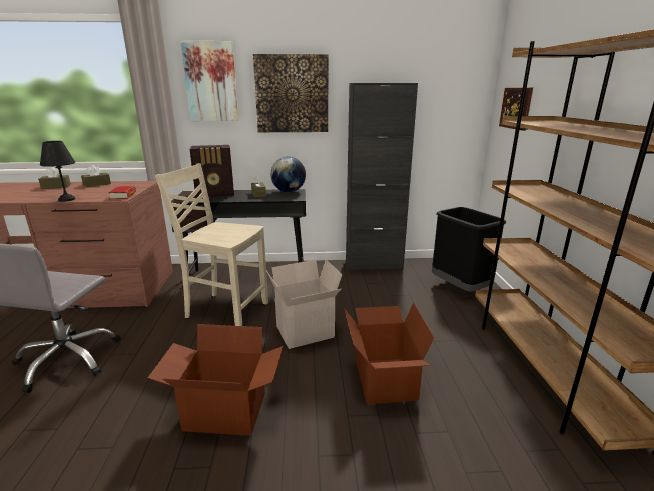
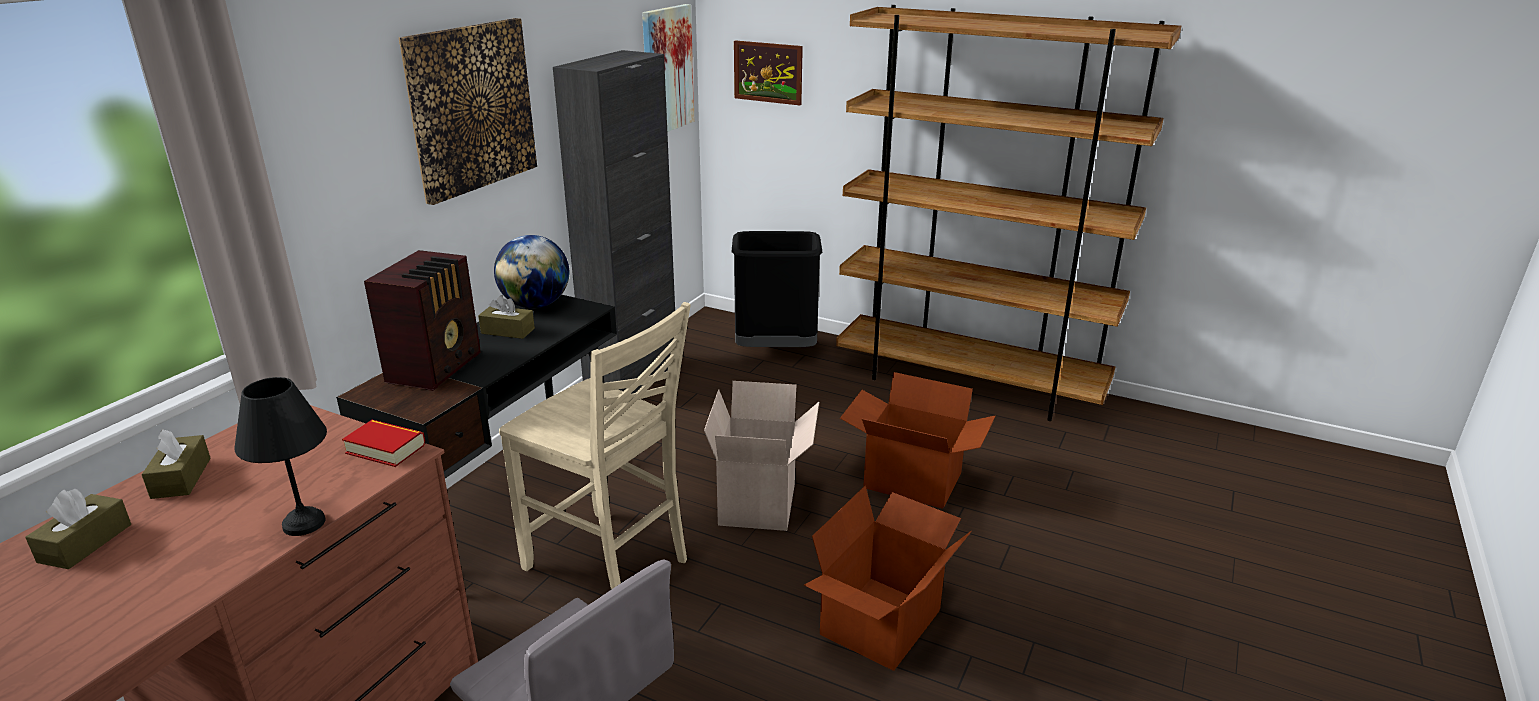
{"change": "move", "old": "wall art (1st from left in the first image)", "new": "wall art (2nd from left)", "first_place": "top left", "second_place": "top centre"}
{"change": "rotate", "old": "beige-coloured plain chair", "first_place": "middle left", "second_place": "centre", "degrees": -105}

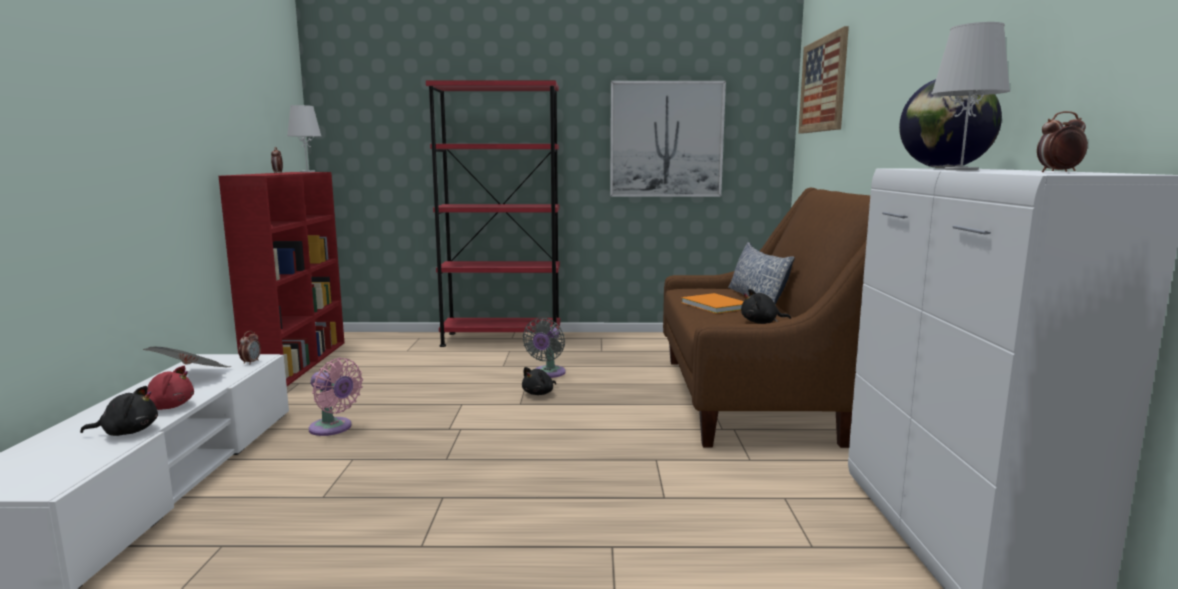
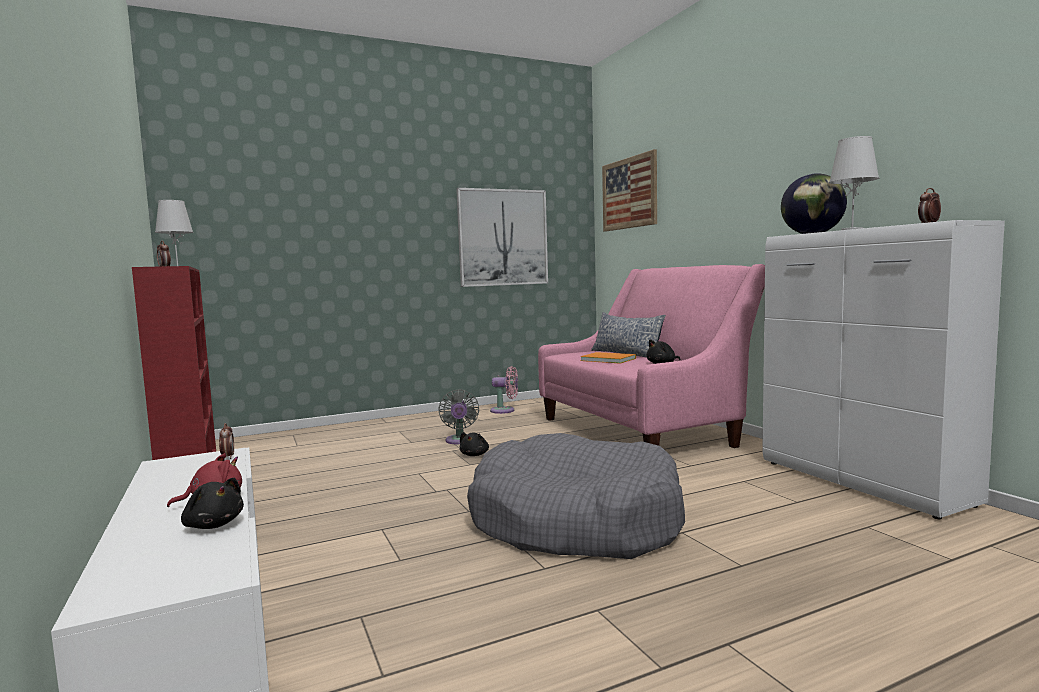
{"change": "delete", "old": "printed paper", "first_place": "middle left"}
{"change": "delete", "old": "reddish bookcase (2nd from left)", "first_place": "centre"}
{"change": "insert", "new": "greyish pet bed", "second_place": "bottom centre"}
{"change": "move", "old": "pinkish electric fan", "first_place": "bottom left", "second_place": "centre"}
{"change": "recolor", "old": "brown-coloured sofa", "new": "pinkish sofa", "first_place": "centre", "second_place": "centre"}
{"change": "rotate", "old": "black soft toy (1st from left)", "first_place": "bottom left", "second_place": "bottom left", "degrees": 75}

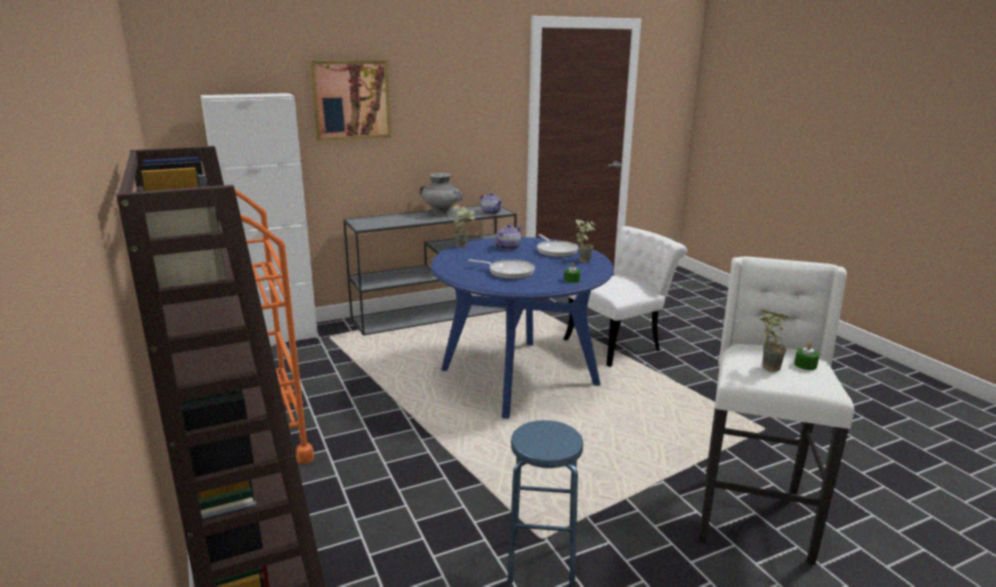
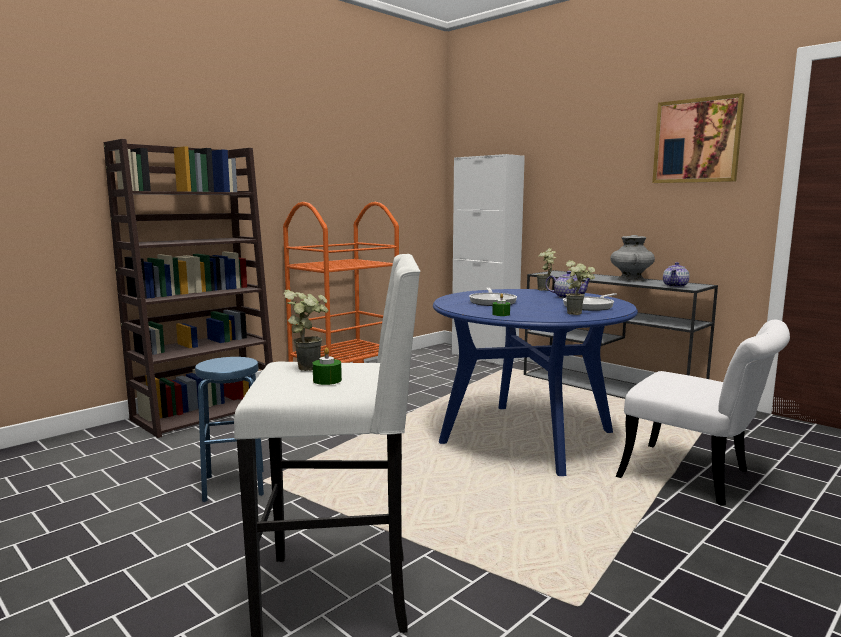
{"change": "move", "old": "wall art", "first_place": "top centre", "second_place": "top right"}

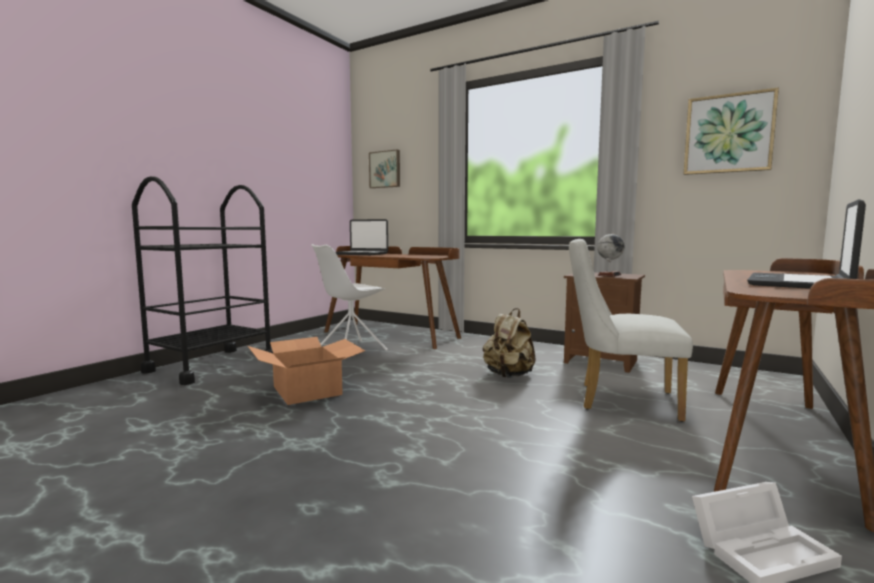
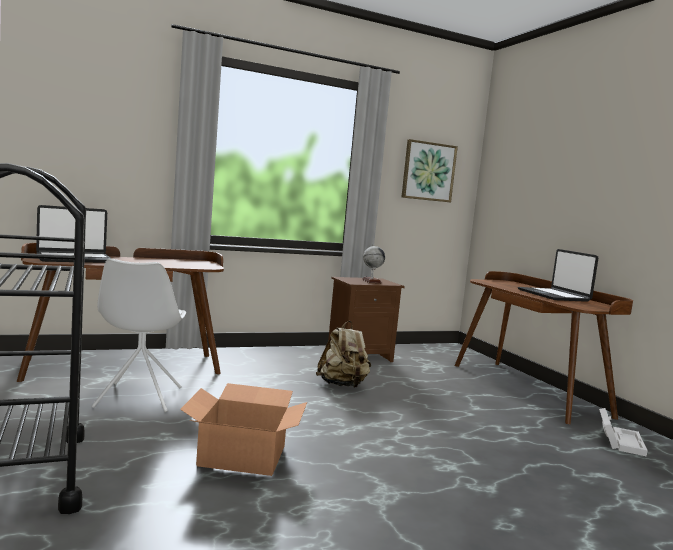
{"change": "delete", "old": "wall art (1st from left)", "first_place": "top centre"}
{"change": "delete", "old": "whitish plain chair (2nd from left)", "first_place": "middle right"}

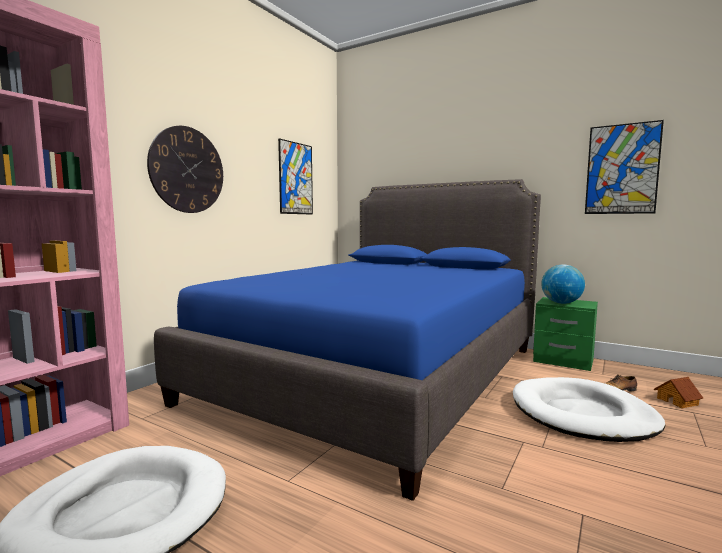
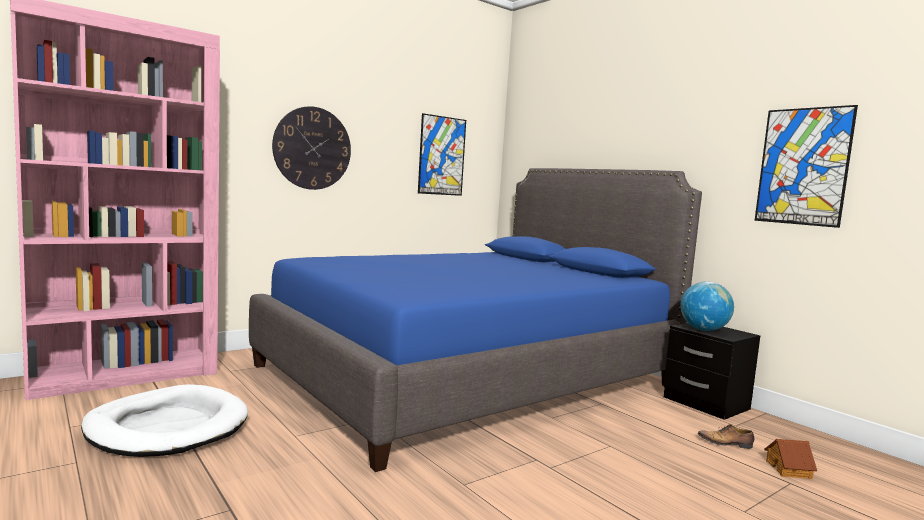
{"change": "delete", "old": "whitish pet bed (2nd from left)", "first_place": "bottom right"}
{"change": "recolor", "old": "greenish bedside table", "new": "black bedside table", "first_place": "middle right", "second_place": "bottom right"}

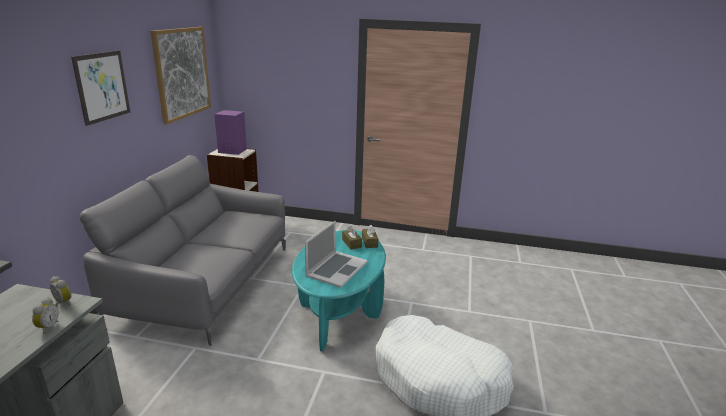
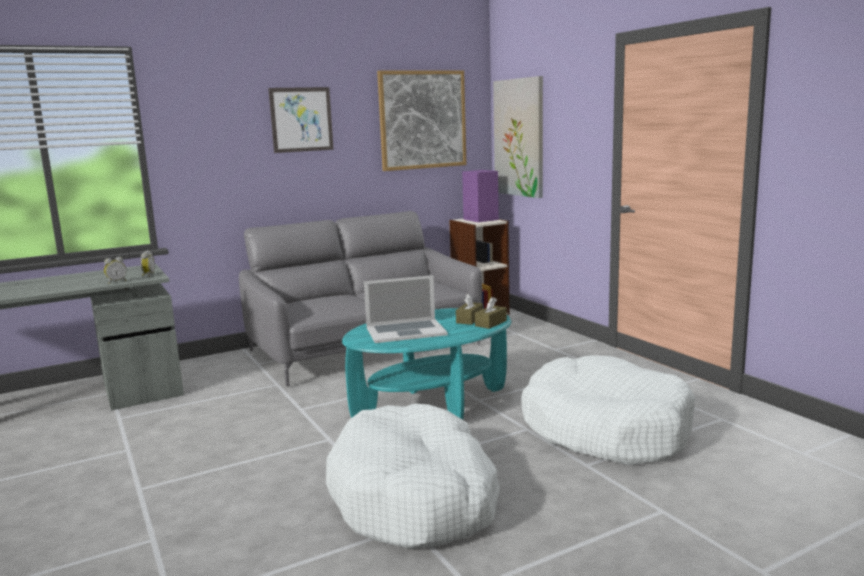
{"change": "insert", "new": "wall art (3rd from left)", "second_place": "top centre"}
{"change": "insert", "new": "whitish pet bed (2nd from left)", "second_place": "bottom right"}

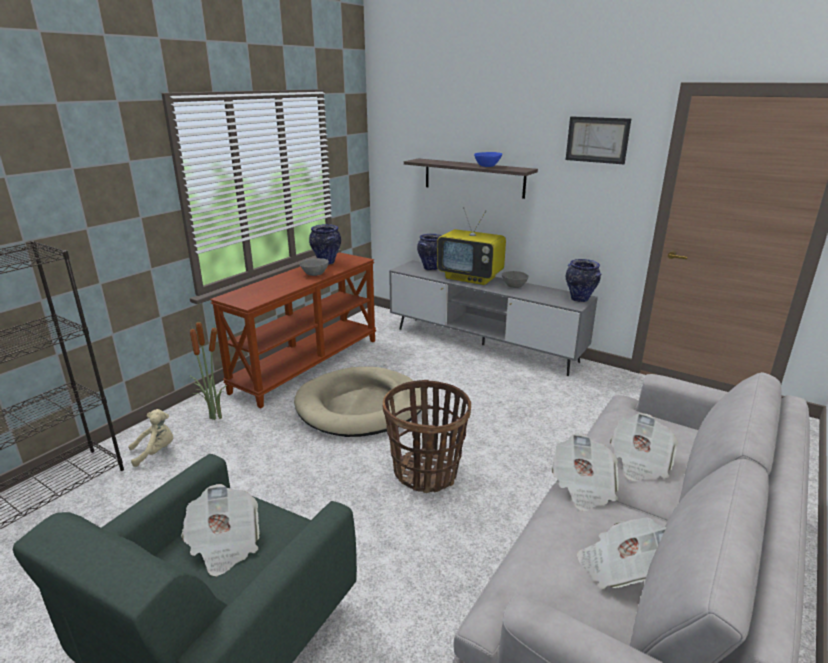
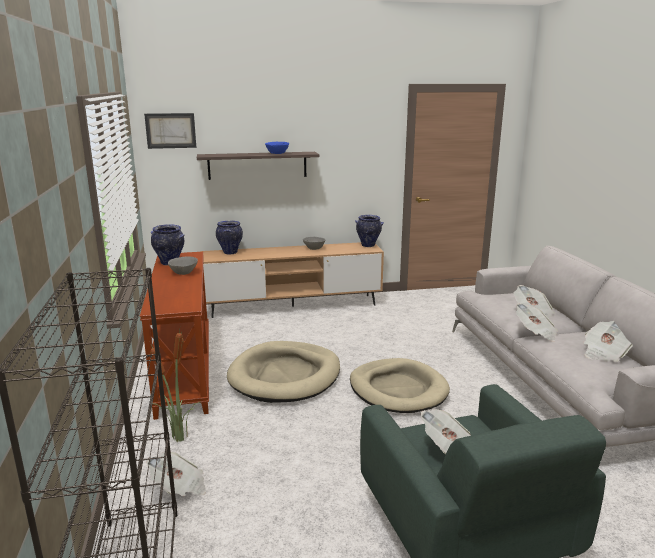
{"change": "delete", "old": "TV", "first_place": "centre"}
{"change": "move", "old": "wall art", "first_place": "top right", "second_place": "top left"}
{"change": "replace", "old": "beige-coloured soft toy", "new": "printed paper (1st from left)", "first_place": "middle left", "second_place": "bottom left"}
{"change": "replace", "old": "storage basket", "new": "beige-coloured pet bed (2nd from left)", "first_place": "centre", "second_place": "bottom centre"}
{"change": "recolor", "old": "greyish tv unit", "new": "brown-coloured tv unit", "first_place": "centre", "second_place": "centre"}

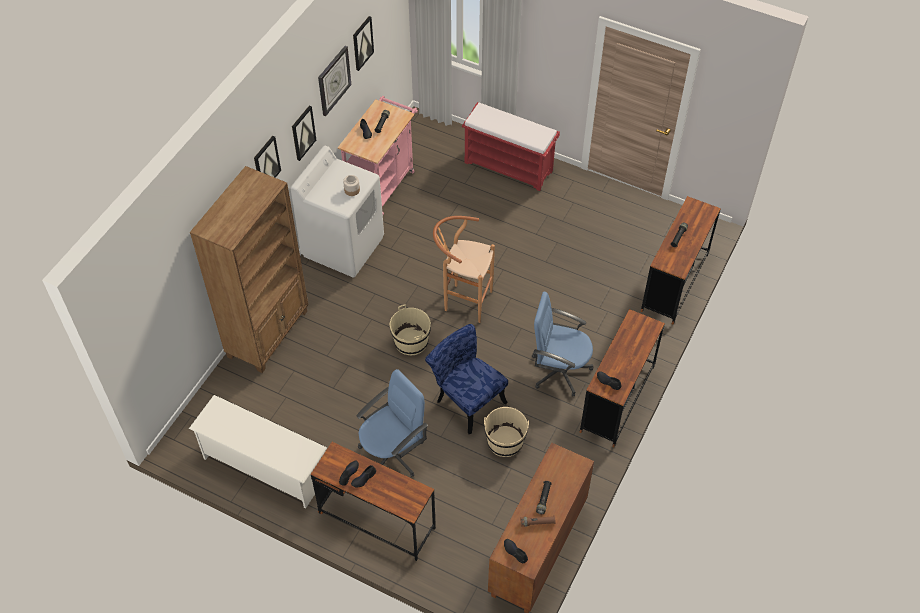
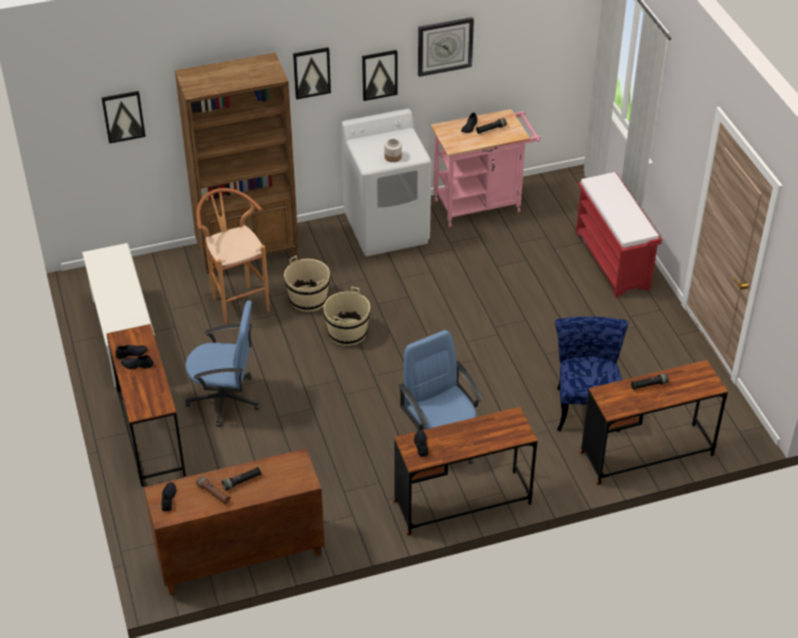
{"change": "move", "old": "wall art (3rd from left in the first image)", "new": "wall art (1st from left)", "first_place": "top centre", "second_place": "top left"}
{"change": "move", "old": "blue-coloured plain chair", "first_place": "centre", "second_place": "middle right"}
{"change": "move", "old": "brown-coloured stool seat", "first_place": "centre", "second_place": "middle left"}
{"change": "move", "old": "beige-coloured water bucket (2nd from left in the first image)", "new": "beige-coloured water bucket (1st from left)", "first_place": "bottom centre", "second_place": "centre"}

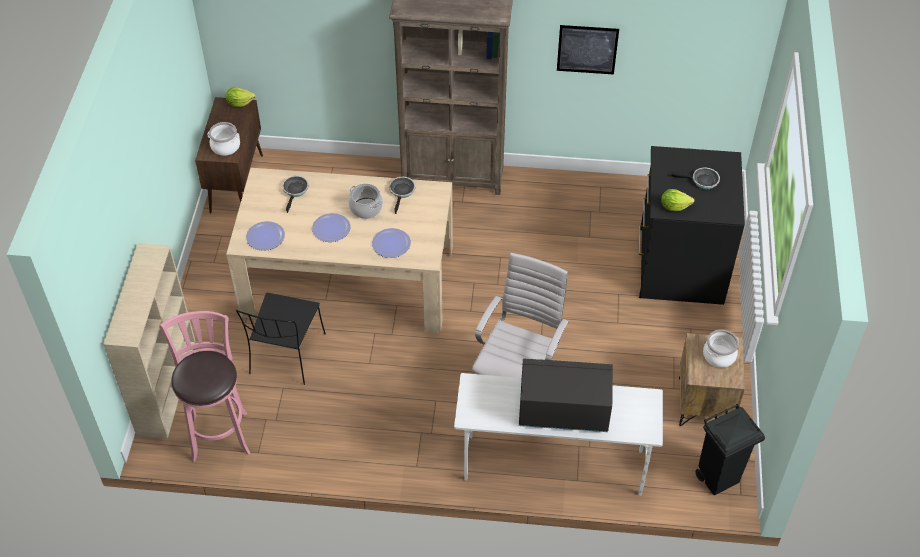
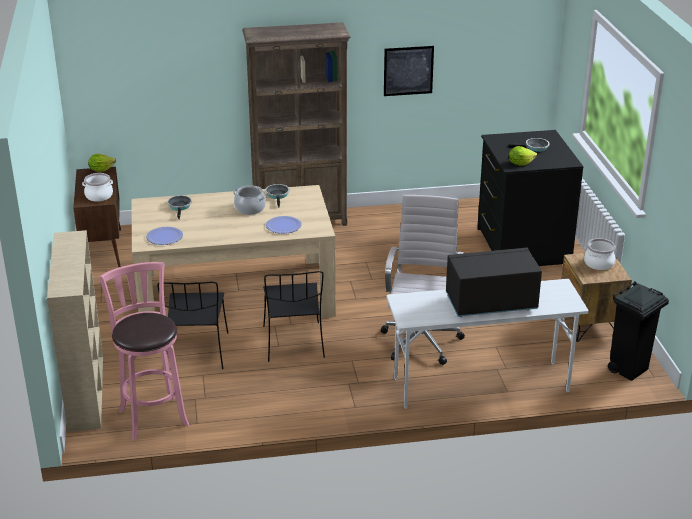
{"change": "delete", "old": "dinner plate (2nd from left)", "first_place": "centre"}
{"change": "insert", "new": "black plain chair (2nd from left)", "second_place": "centre"}

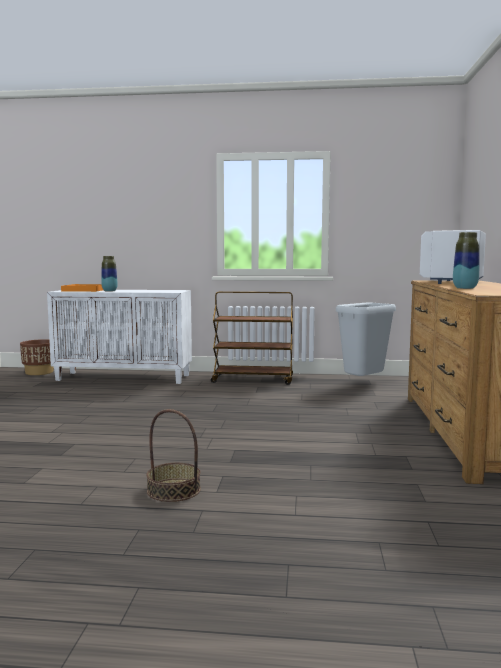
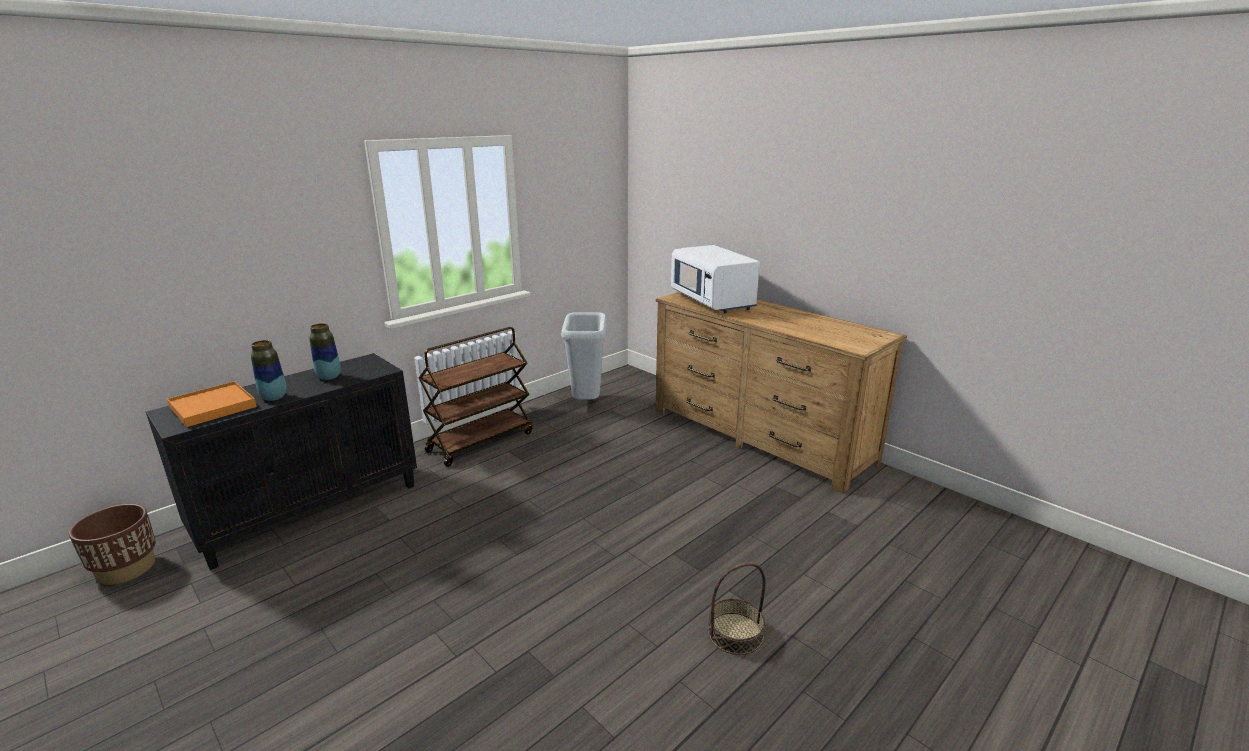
{"change": "move", "old": "vase (2nd from left)", "first_place": "middle right", "second_place": "middle left"}
{"change": "recolor", "old": "whitish cupboard", "new": "black cupboard", "first_place": "middle left", "second_place": "middle left"}

